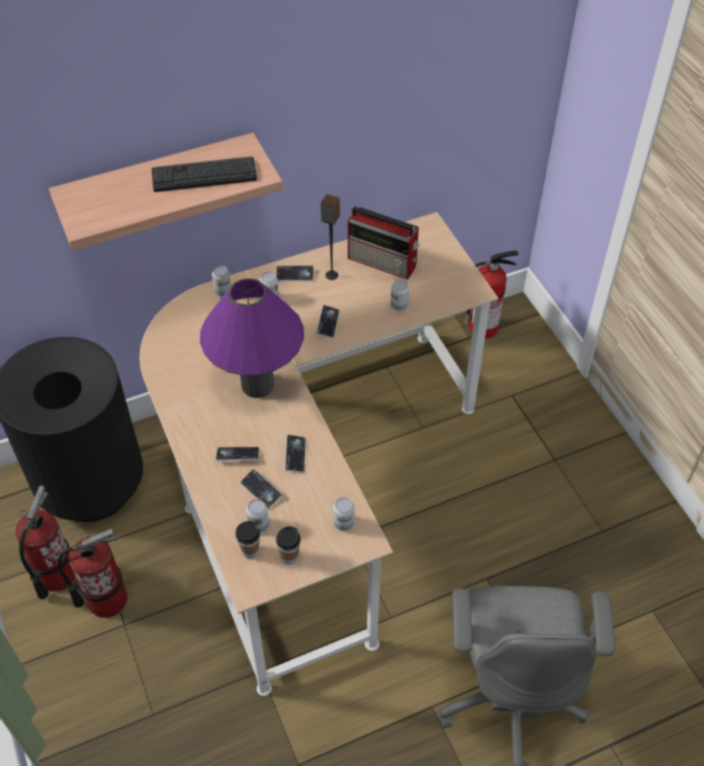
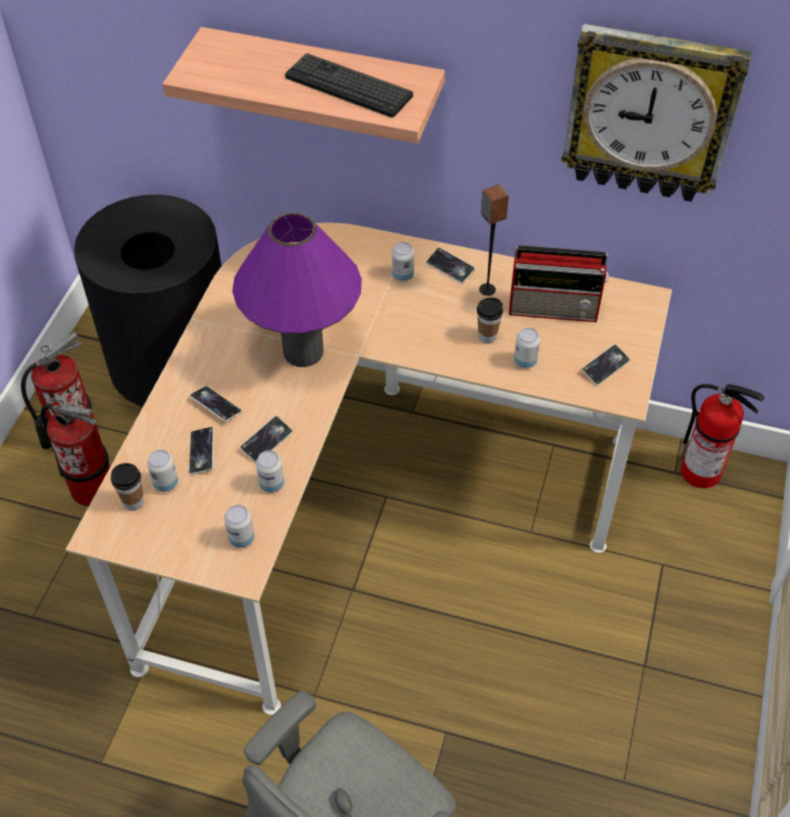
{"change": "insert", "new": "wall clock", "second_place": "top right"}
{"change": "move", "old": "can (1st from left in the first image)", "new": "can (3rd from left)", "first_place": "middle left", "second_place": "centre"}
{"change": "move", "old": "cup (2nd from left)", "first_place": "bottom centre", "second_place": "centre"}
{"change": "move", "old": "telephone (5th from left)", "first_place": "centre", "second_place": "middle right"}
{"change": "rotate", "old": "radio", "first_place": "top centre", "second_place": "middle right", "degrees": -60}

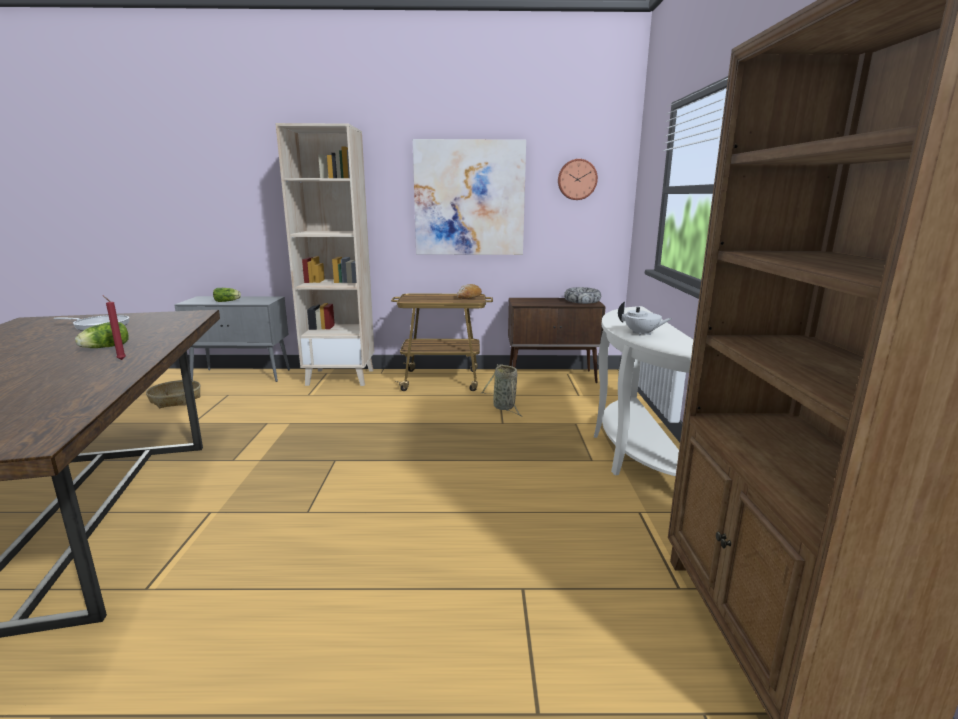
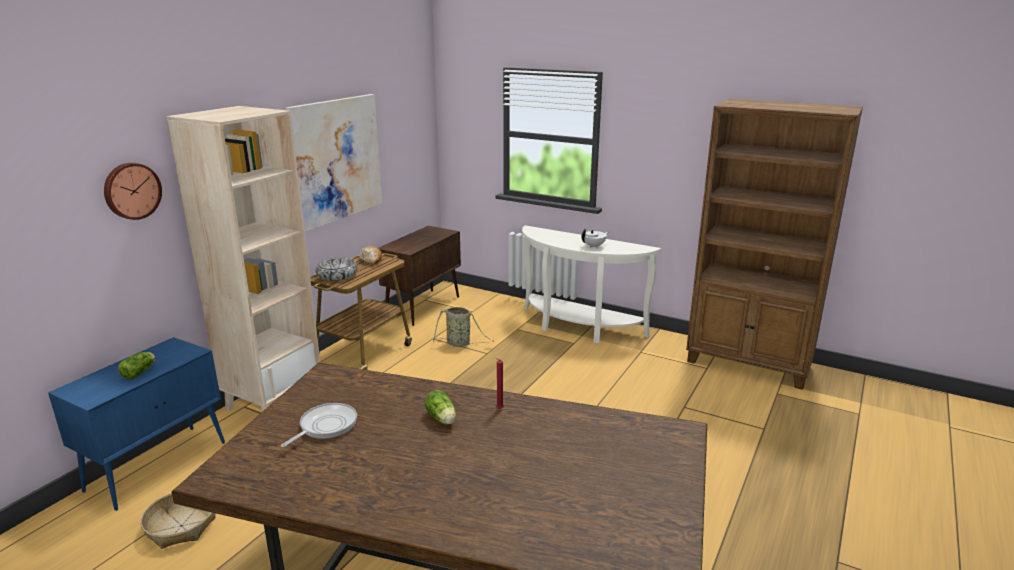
{"change": "move", "old": "wall clock", "first_place": "top centre", "second_place": "middle left"}
{"change": "move", "old": "bowl", "first_place": "centre", "second_place": "middle left"}
{"change": "recolor", "old": "greyish cupboard", "new": "blue-coloured cupboard", "first_place": "middle left", "second_place": "bottom left"}

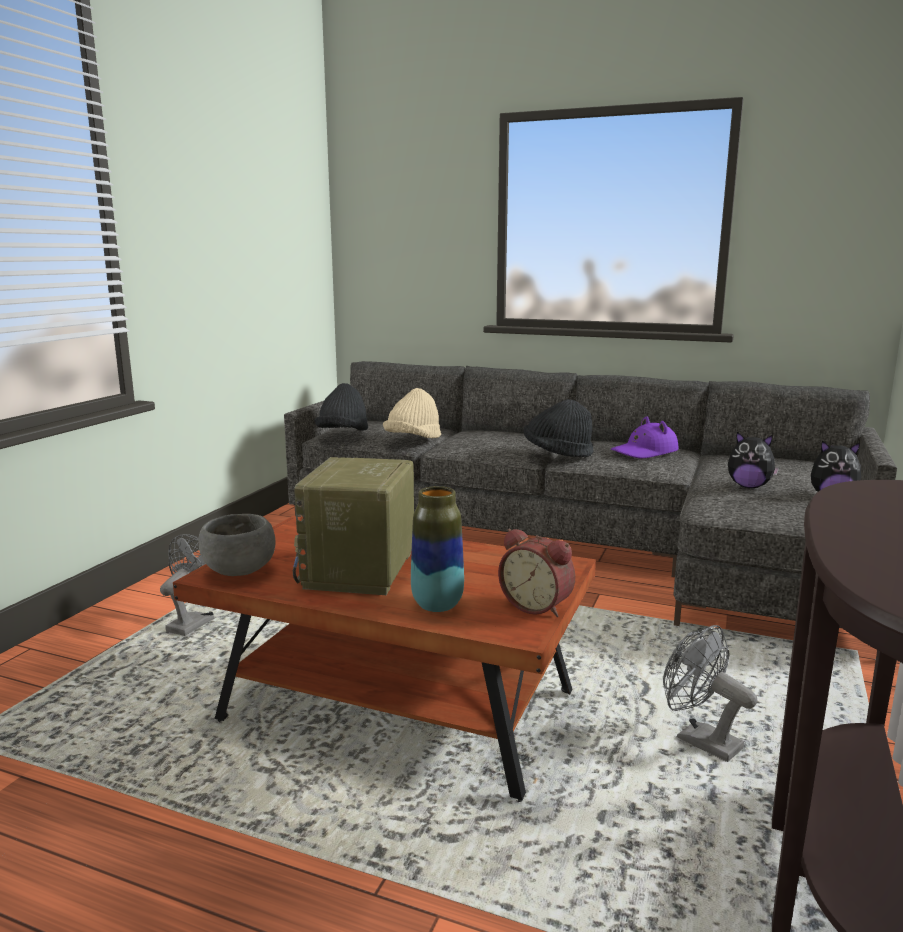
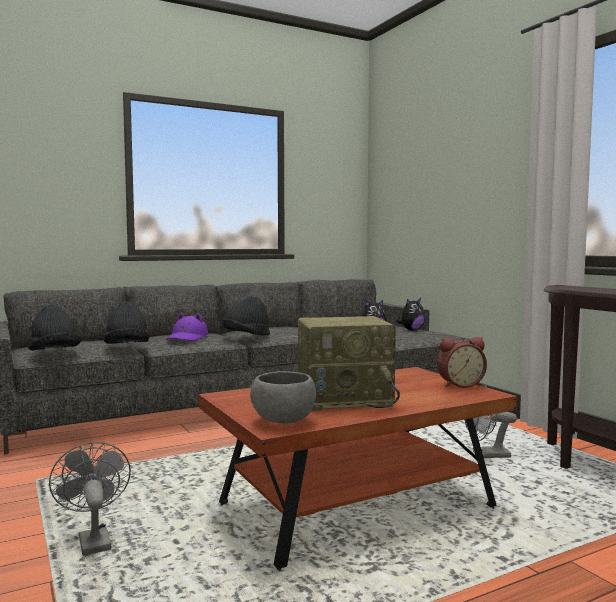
{"change": "delete", "old": "vase", "first_place": "centre"}
{"change": "move", "old": "purple-coloured wearable hat", "first_place": "middle right", "second_place": "middle left"}
{"change": "recolor", "old": "beige-coloured wearable hat", "new": "black wearable hat (2nd from left)", "first_place": "centre", "second_place": "middle left"}
{"change": "rotate", "old": "radio", "first_place": "centre", "second_place": "centre", "degrees": -60}

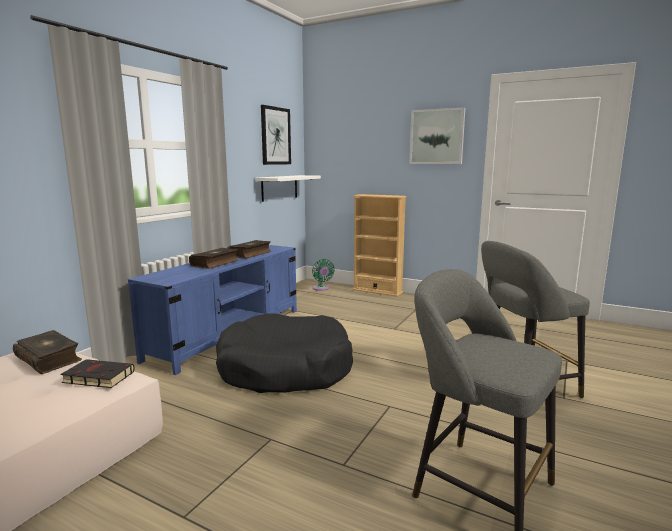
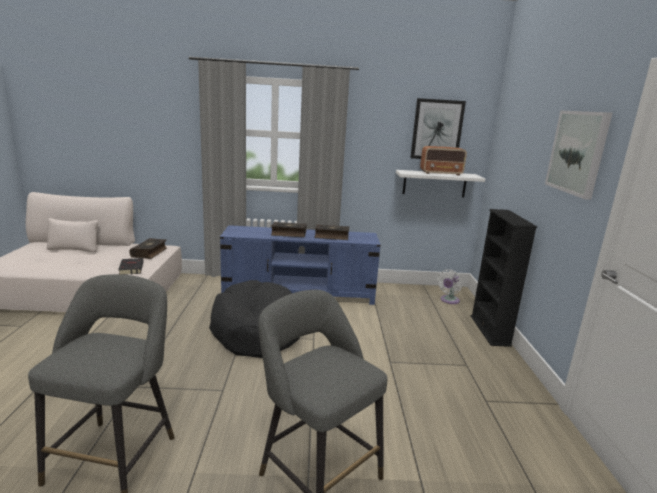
{"change": "insert", "new": "radio", "second_place": "top right"}
{"change": "recolor", "old": "greenish electric fan", "new": "whitish electric fan", "first_place": "centre", "second_place": "middle right"}
{"change": "recolor", "old": "beige-coloured bookcase", "new": "black bookcase", "first_place": "centre", "second_place": "middle right"}

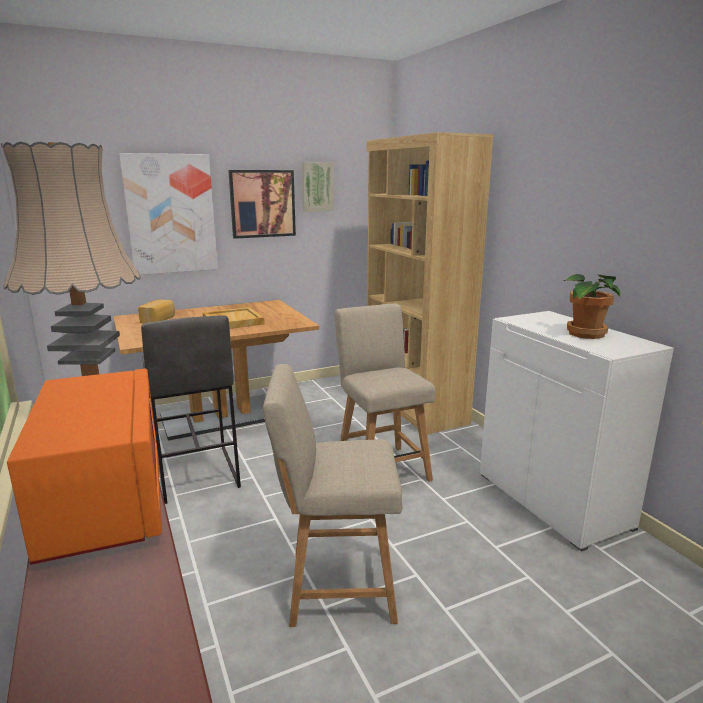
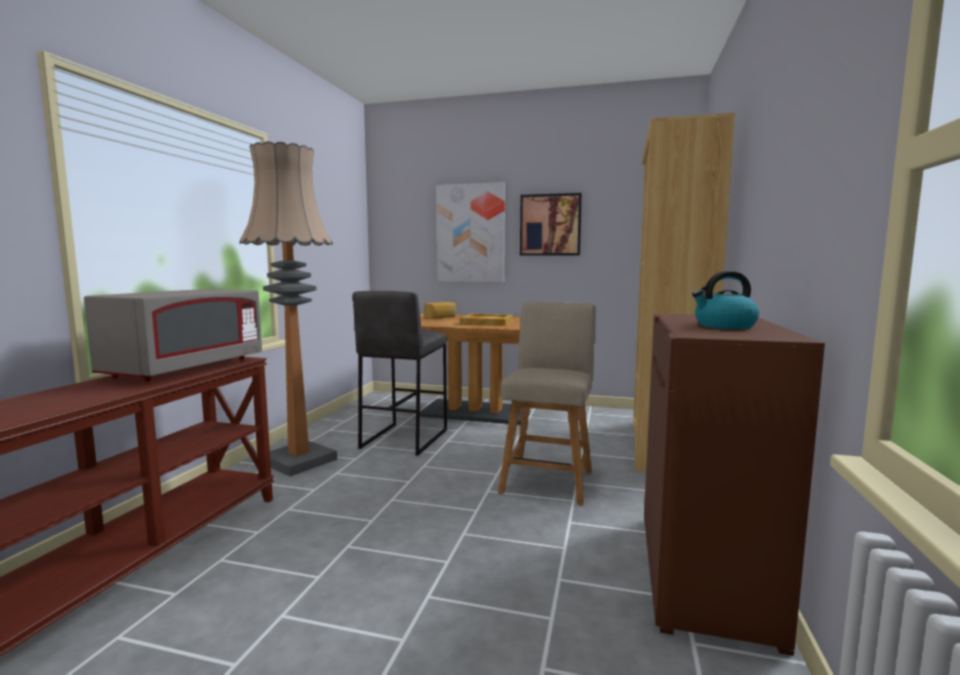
{"change": "delete", "old": "beige-coloured plain chair (1st from left)", "first_place": "bottom centre"}
{"change": "delete", "old": "wall art (3rd from left)", "first_place": "top centre"}
{"change": "replace", "old": "houseplant", "new": "tea kettle", "first_place": "middle right", "second_place": "middle right"}
{"change": "recolor", "old": "orange microwave oven", "new": "greyish microwave oven", "first_place": "middle left", "second_place": "middle left"}
{"change": "recolor", "old": "whitish cupboard", "new": "brown-coloured cupboard", "first_place": "middle right", "second_place": "bottom right"}

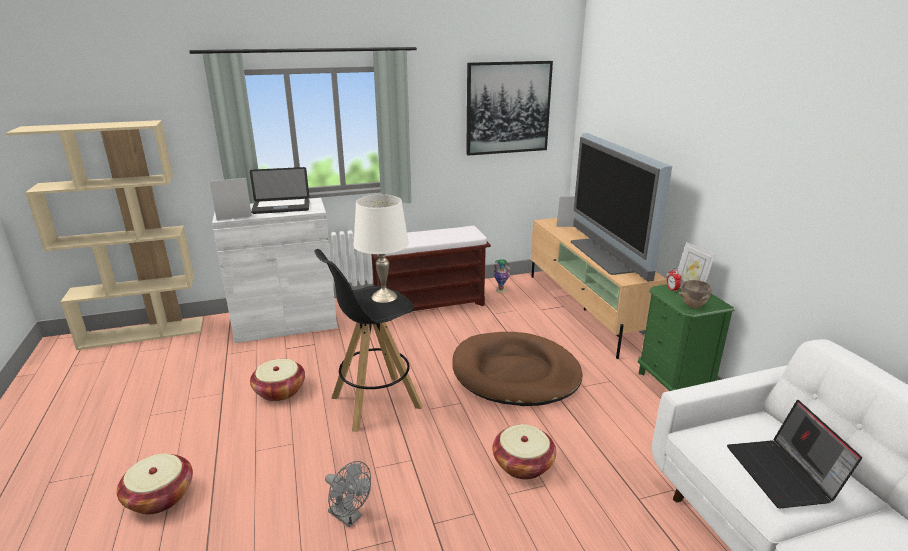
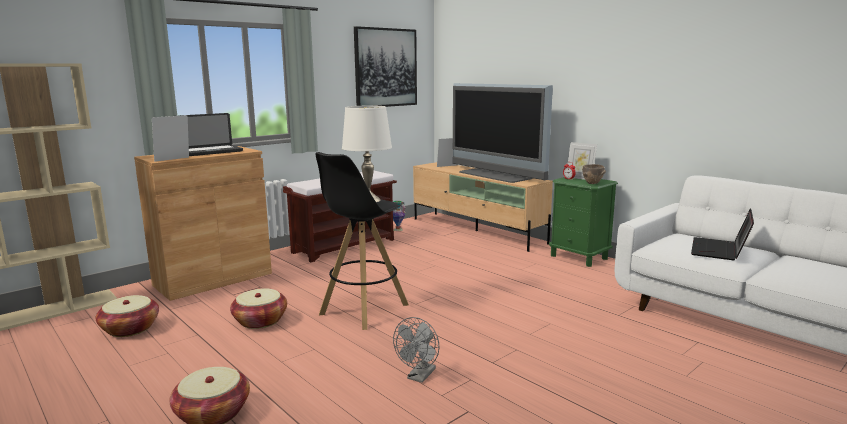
{"change": "delete", "old": "brown-coloured pet bed", "first_place": "bottom centre"}
{"change": "move", "old": "storage basket (3rd from left in the first image)", "new": "storage basket (1st from left)", "first_place": "bottom centre", "second_place": "bottom left"}
{"change": "recolor", "old": "whitish cupboard", "new": "brown-coloured cupboard", "first_place": "middle left", "second_place": "middle left"}
{"change": "rotate", "old": "greyish electric fan", "first_place": "bottom centre", "second_place": "bottom centre", "degrees": 105}
{"change": "rotate", "old": "portable computer (2nd from left)", "first_place": "bottom right", "second_place": "middle right", "degrees": 60}

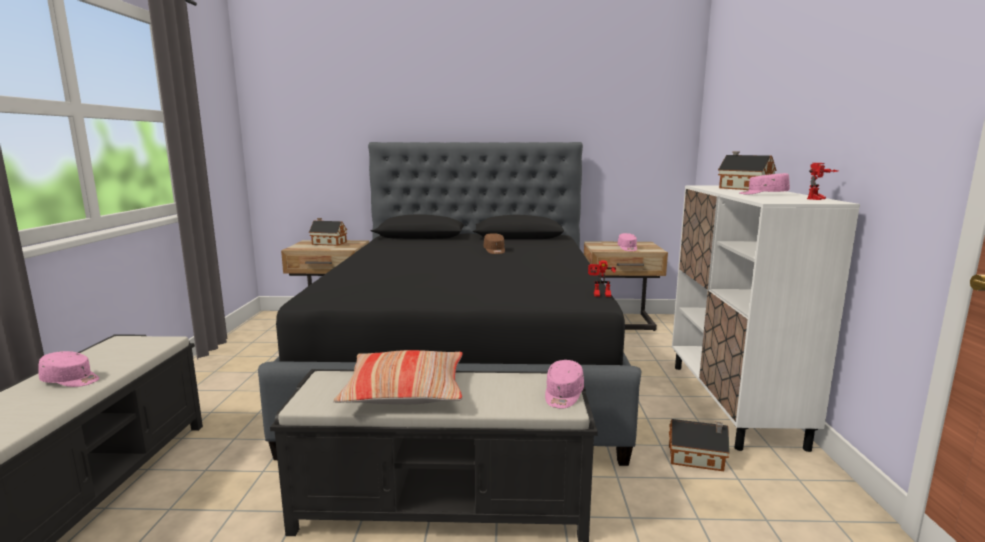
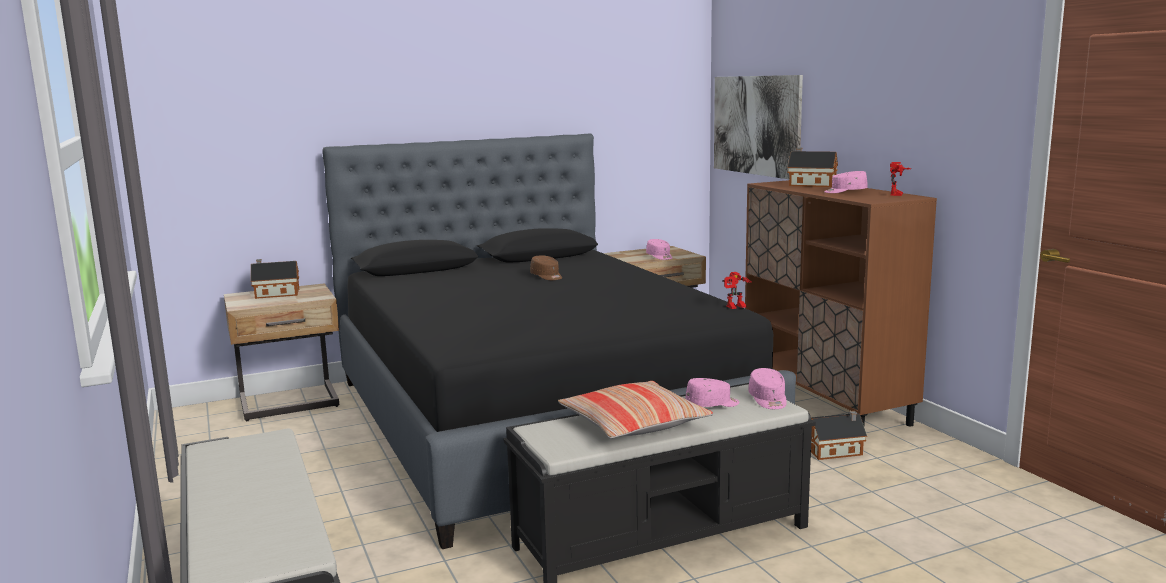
{"change": "insert", "new": "wall art", "second_place": "top centre"}
{"change": "move", "old": "pinkish baseball cap (1st from left in the first image)", "new": "pinkish baseball cap (2nd from left)", "first_place": "bottom left", "second_place": "bottom centre"}
{"change": "recolor", "old": "whitish cupboard", "new": "brown-coloured cupboard", "first_place": "middle right", "second_place": "middle right"}

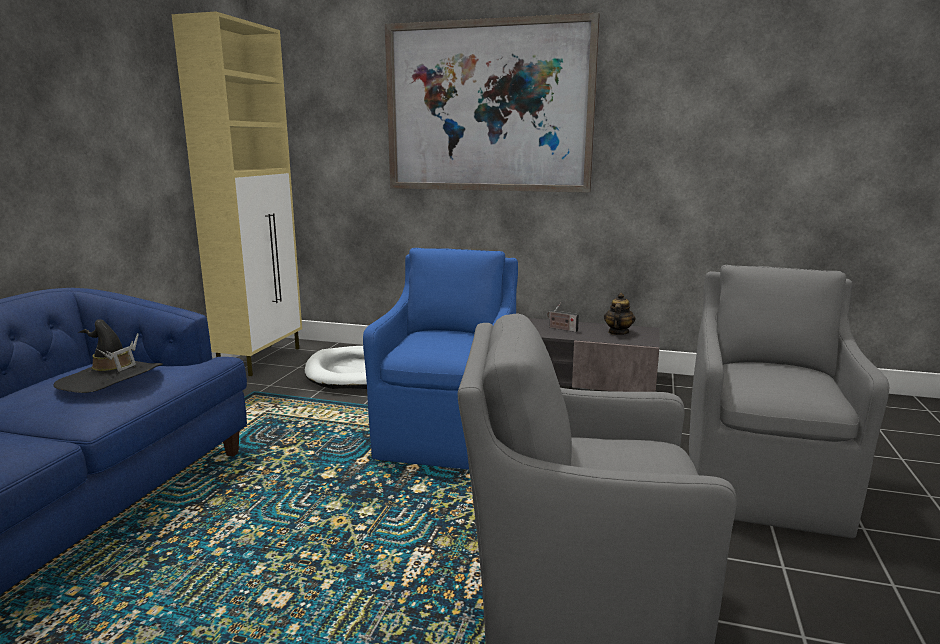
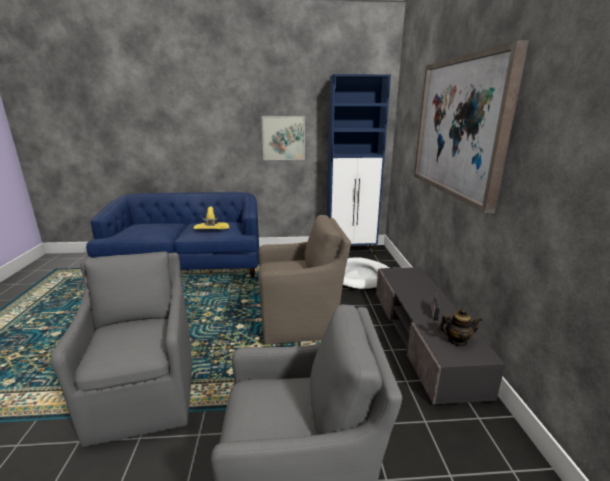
{"change": "insert", "new": "wall art (1st from left)", "second_place": "top centre"}
{"change": "recolor", "old": "black wearable hat", "new": "yellow wearable hat", "first_place": "middle left", "second_place": "centre"}
{"change": "recolor", "old": "beige-coloured cupboard", "new": "blue-coloured cupboard", "first_place": "top left", "second_place": "centre"}
{"change": "recolor", "old": "blue-coloured lounge chair", "new": "brown-coloured lounge chair", "first_place": "centre", "second_place": "centre"}

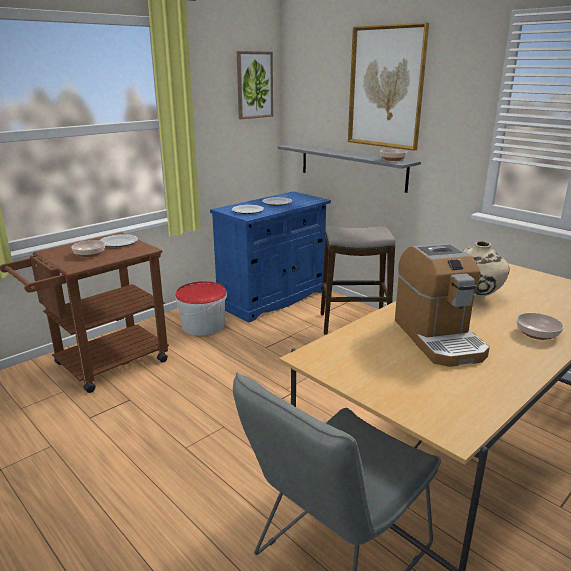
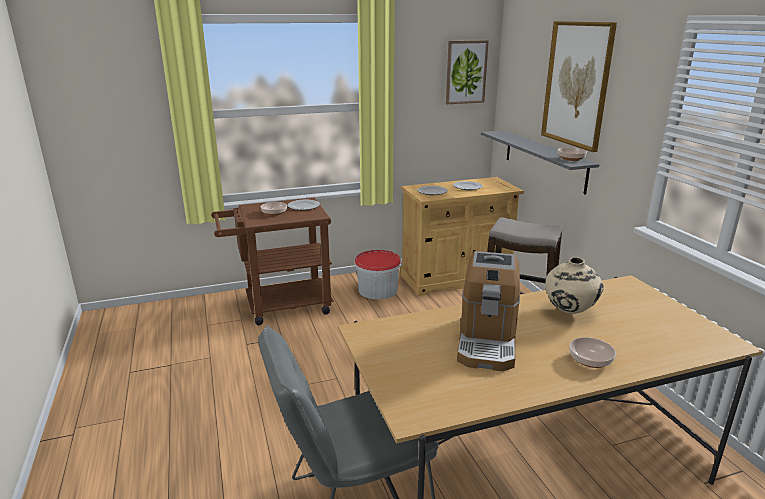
{"change": "recolor", "old": "blue-coloured cupboard", "new": "beige-coloured cupboard", "first_place": "centre", "second_place": "centre"}

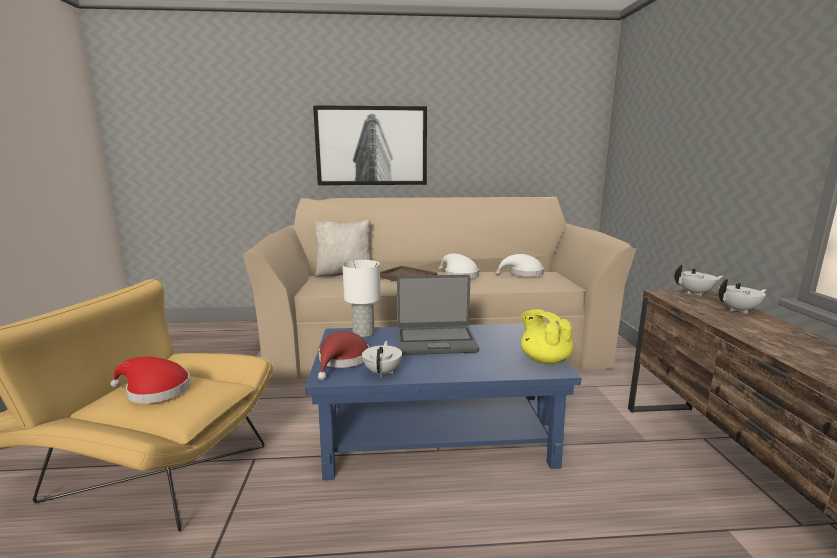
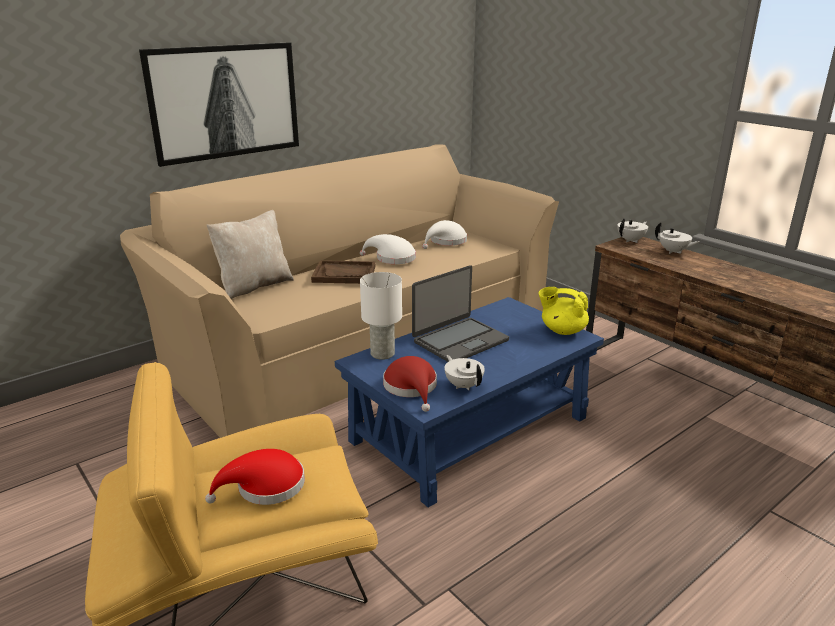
{"change": "rotate", "old": "whitish teapot (3rd from left)", "first_place": "middle right", "second_place": "middle right", "degrees": 90}

